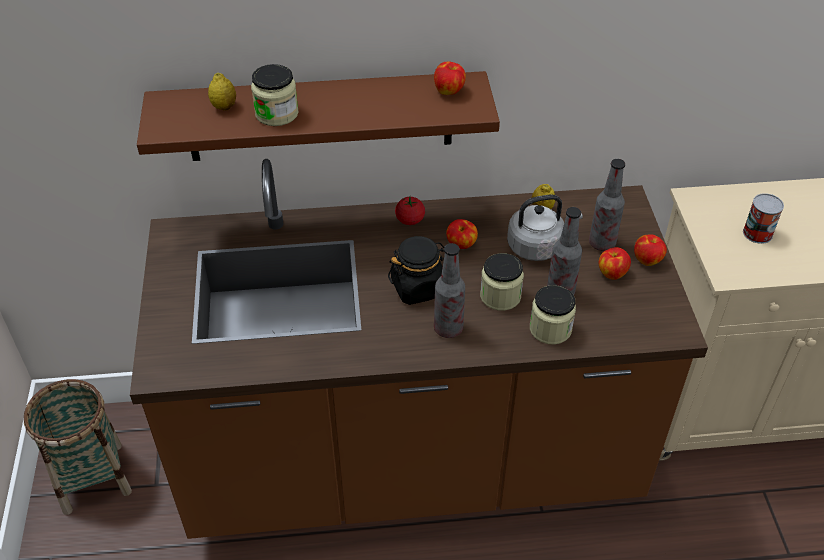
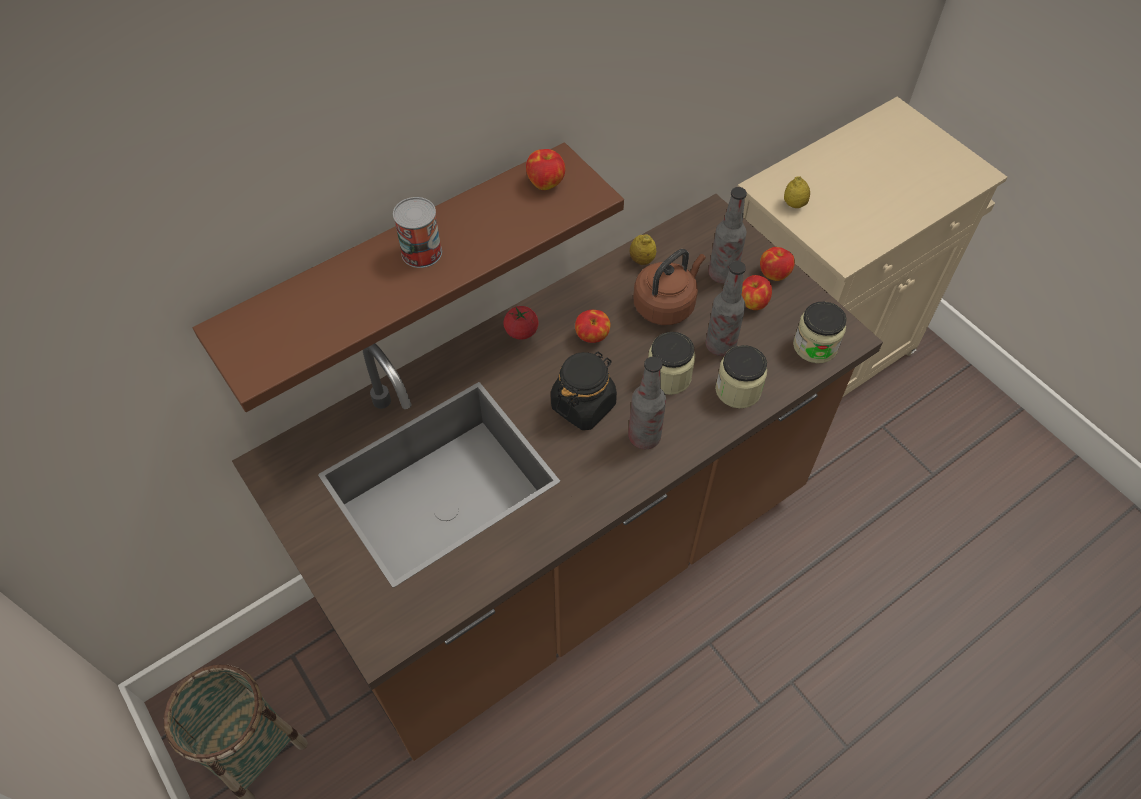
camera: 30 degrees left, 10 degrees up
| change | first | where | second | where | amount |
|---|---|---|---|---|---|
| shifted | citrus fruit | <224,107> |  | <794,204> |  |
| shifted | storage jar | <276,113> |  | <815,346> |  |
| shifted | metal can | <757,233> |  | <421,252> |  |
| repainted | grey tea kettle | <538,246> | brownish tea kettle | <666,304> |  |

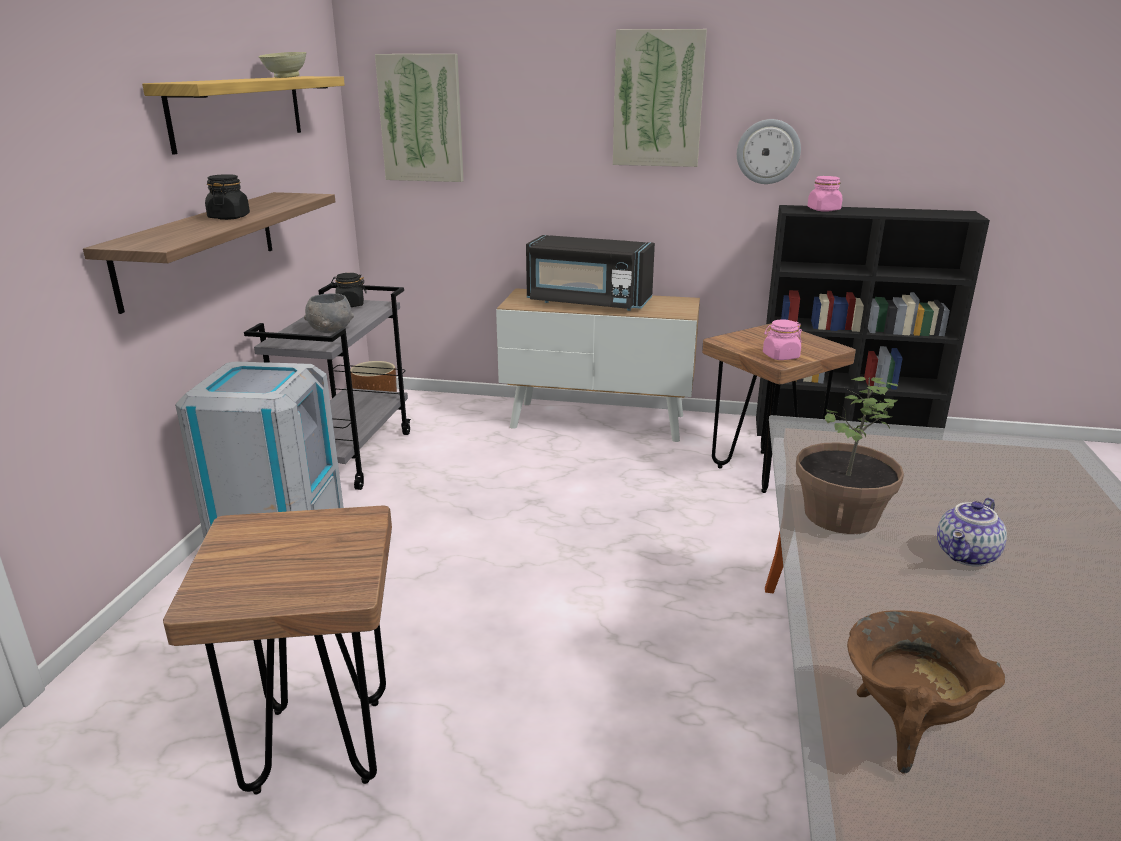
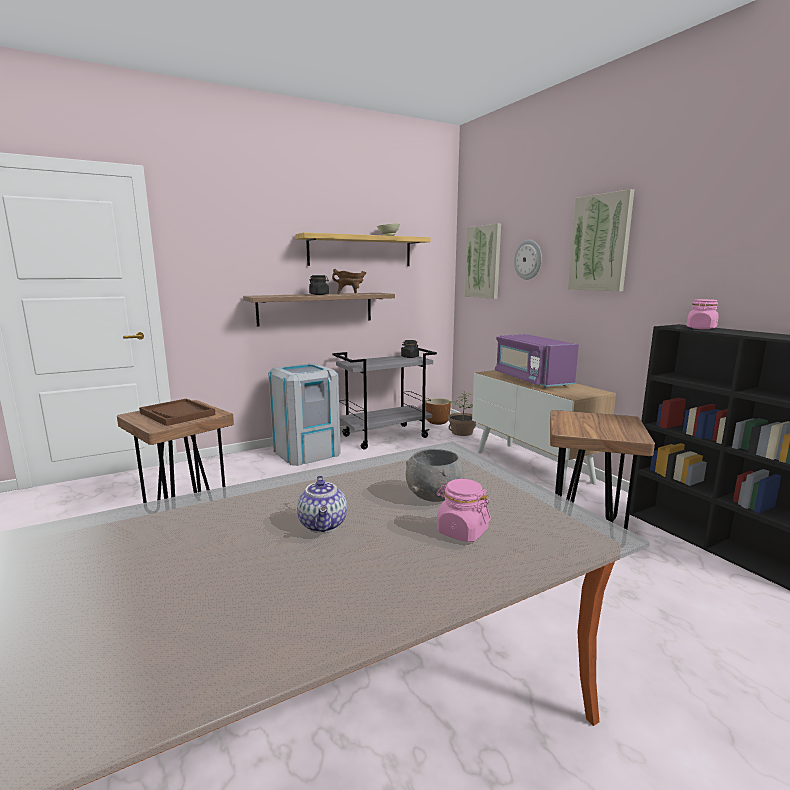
camera: 50 degrees right, 10 degrees down
| change | first | where | second | where | amount |
|---|---|---|---|---|---|
| new |  |  | brownish serving tray | <177,414> |  |
| shifted | grey deep dish | <330,330> |  | <433,496> |  |
| shifted | wall clock | <768,151> |  | <528,259> |  |
| shifted | pink storage jar | <780,356> |  | <462,531> |  |
| shifted | potted plant | <839,515> |  | <462,432> |  |
| shifted | brownish stockpot | <904,728> |  | <350,294> |  |
| repainted | blackish microwave oven | <588,302> | purplish microwave oven | <531,380> |  |
| rotated | tea pot | <967,556> |  | <324,525> | 105 degrees counterclockwise |

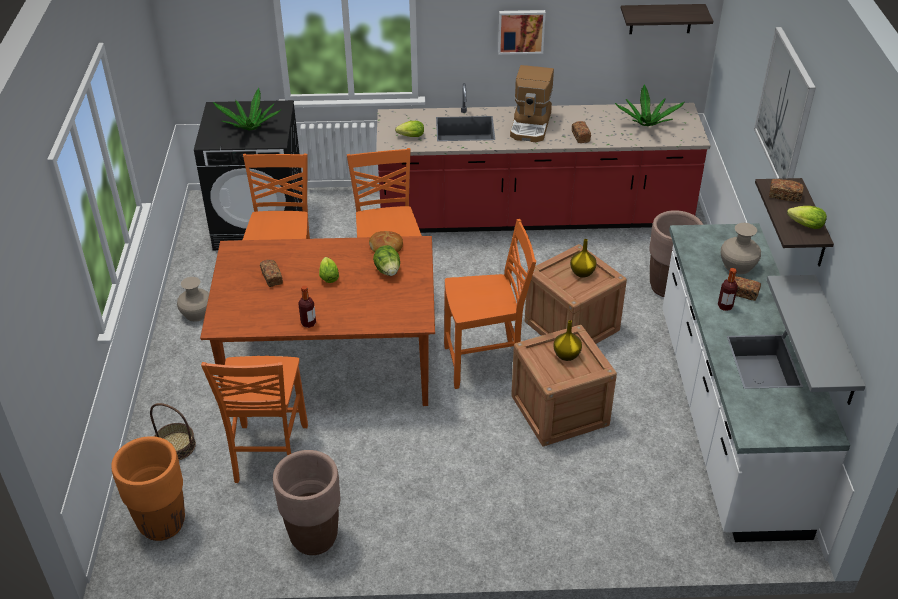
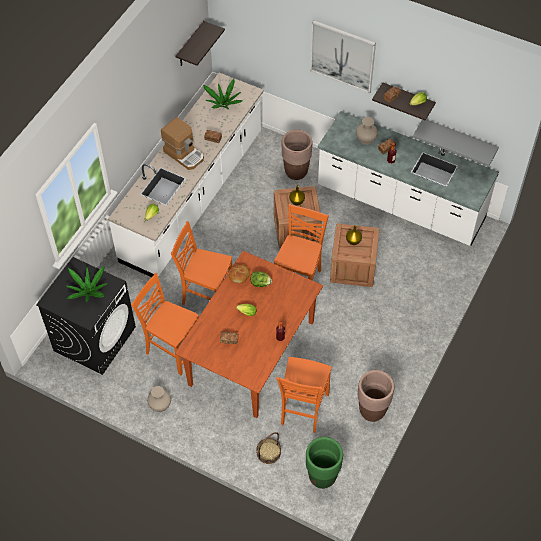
camera: 60 degrees left, 15 degrees up
| change | first | where | second | where | amount |
|---|---|---|---|---|---|
| gone | wall picture | <521,31> |  |  |  |
| repainted | orangey planter | <162,524> | greenish planter | <322,477> |  |
| repainted | red-coloured kitchen counter | <534,216> | white kitchen counter | <193,197> |  |
| rotated | orangey chair | <269,455> |  | <303,410> | 75 degrees clockwise |

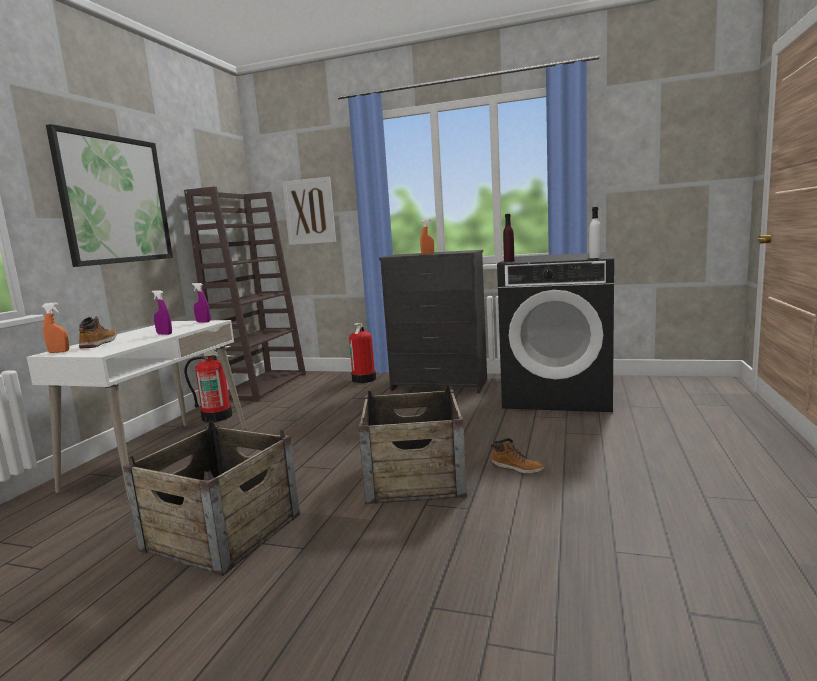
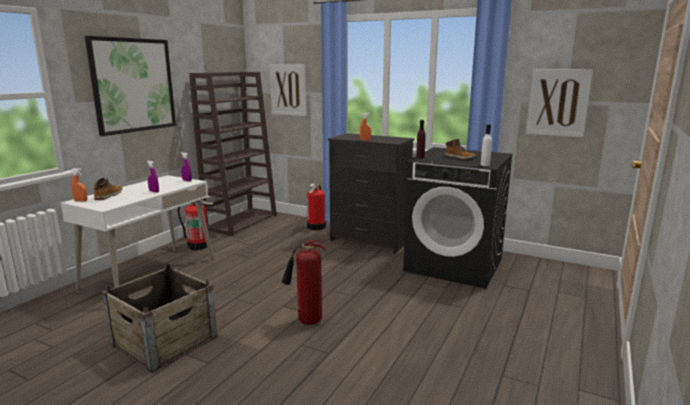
camera: 10 degrees right, 5 degrees up
| change | first | where | second | where | amount |
|---|---|---|---|---|---|
| new |  |  | wall picture | <557,102> |  |
| shifted | boot | <517,468> |  | <460,157> |  |
| swapped | crate | <415,478> | fire extinguisher | <306,321> |  |

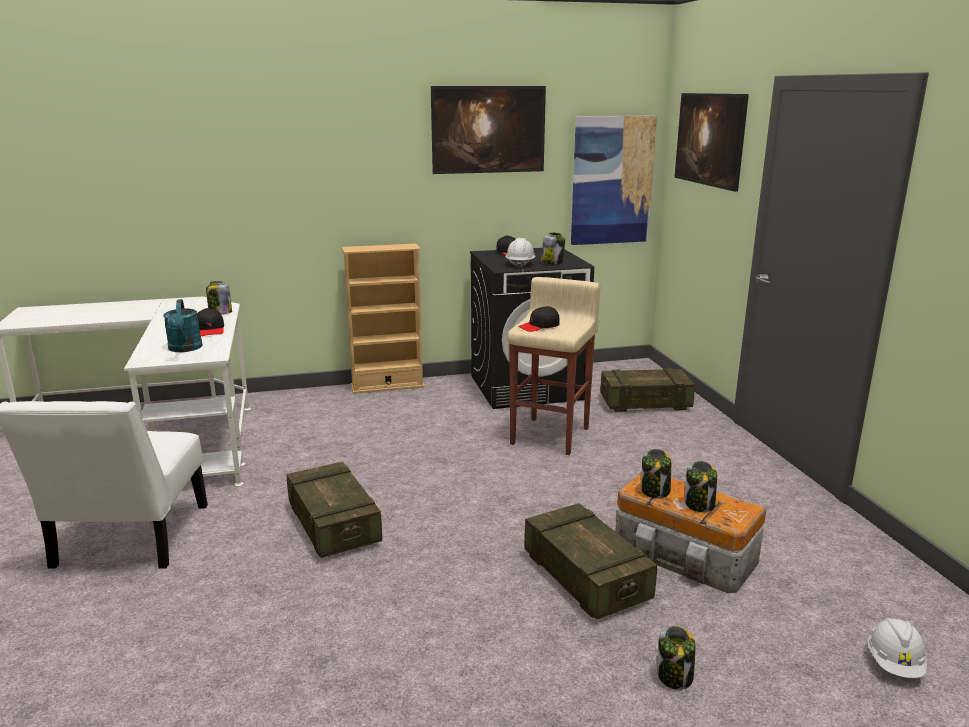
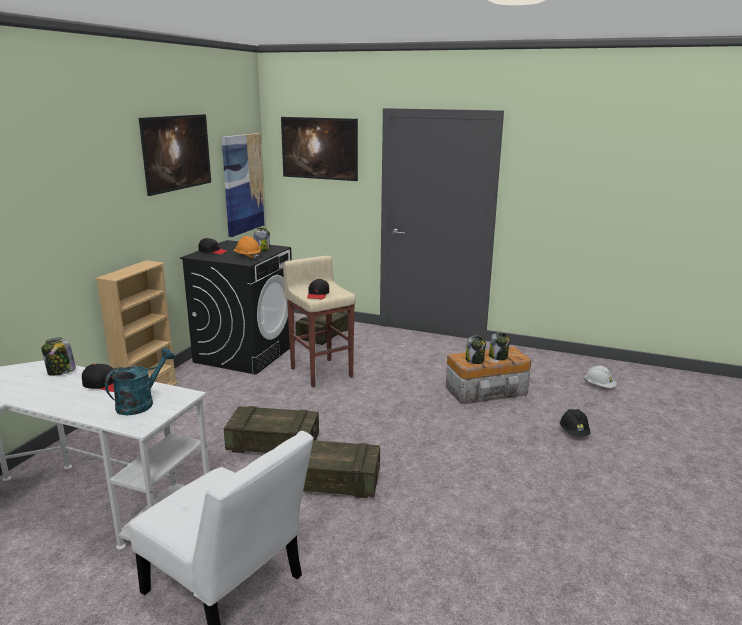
camera: 55 degrees left, 0 degrees up
| change | first | where | second | where | amount |
|---|---|---|---|---|---|
| shifted | crate | <586,577> |  | <273,444> |  |
| swapped | storage jar | <675,676> | blackish work helmet | <574,433> |  |
| repainted | white work helmet | <520,264> | orangey work helmet | <247,257> |  |
| rotated | turquoise-coloured sprinkling can | <185,349> |  | <140,403> | 75 degrees counterclockwise |

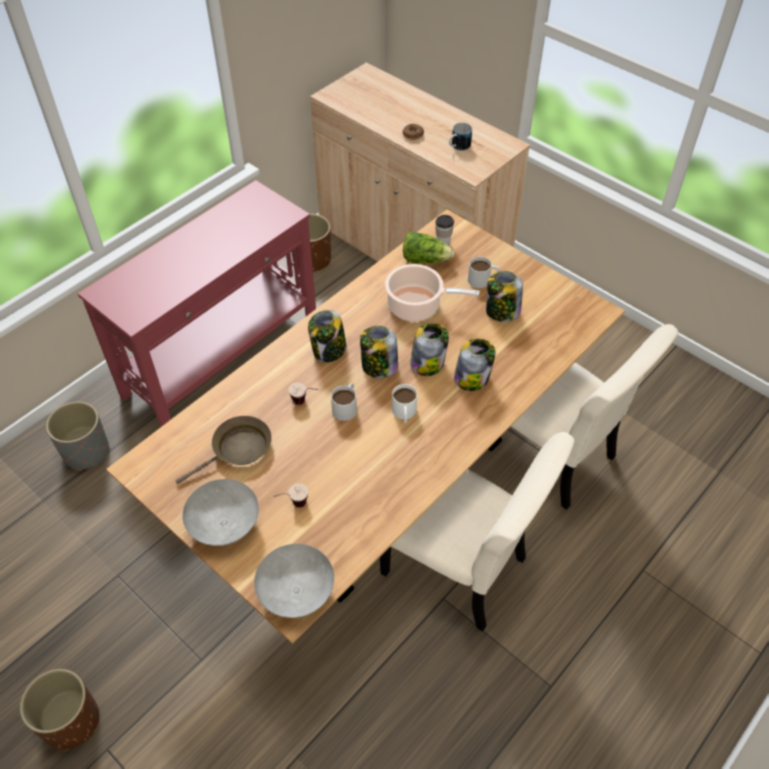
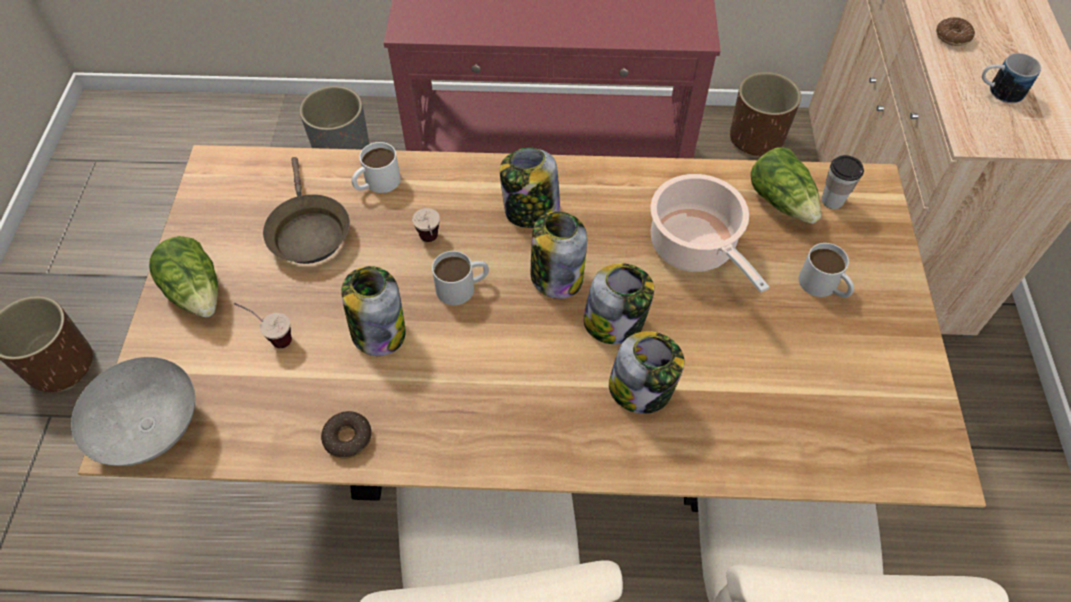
camera: 50 degrees right, 5 degrees up
| change | first | where | second | where | amount |
|---|---|---|---|---|---|
| new |  |  | ring doughnut | <348,438> |  |
| shifted | white mug | <404,413> |  | <376,183> |  |
| shifted | storage jar | <502,312> |  | <378,331> |  |
| swapped | grey deep dish | <224,524> | head of lettuce | <197,291> |  |
| rotated | brownish skillet | <238,450> |  | <308,232> | 60 degrees clockwise |

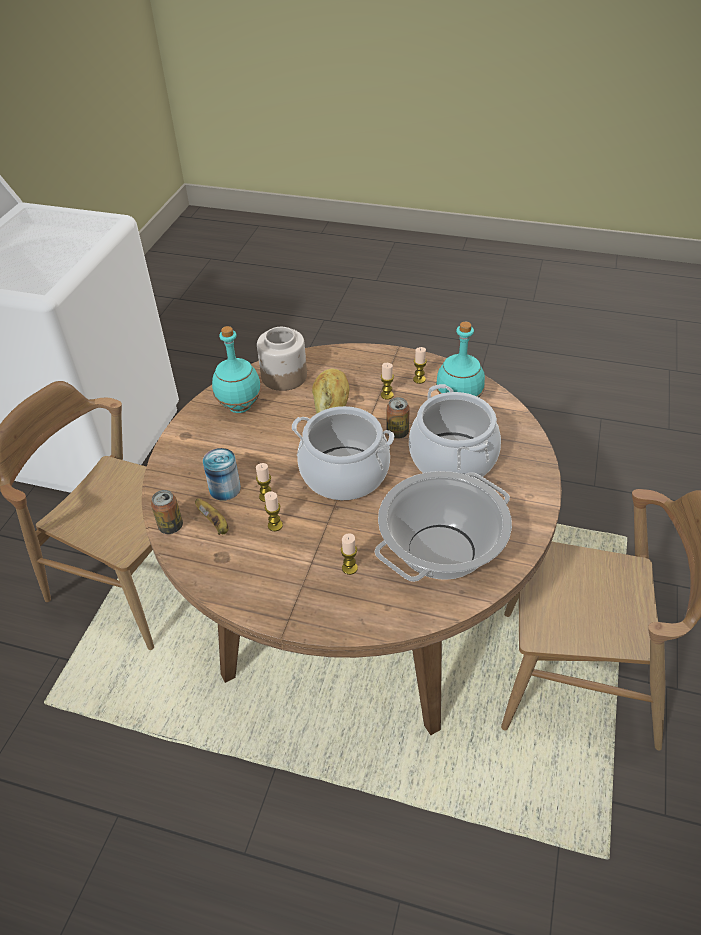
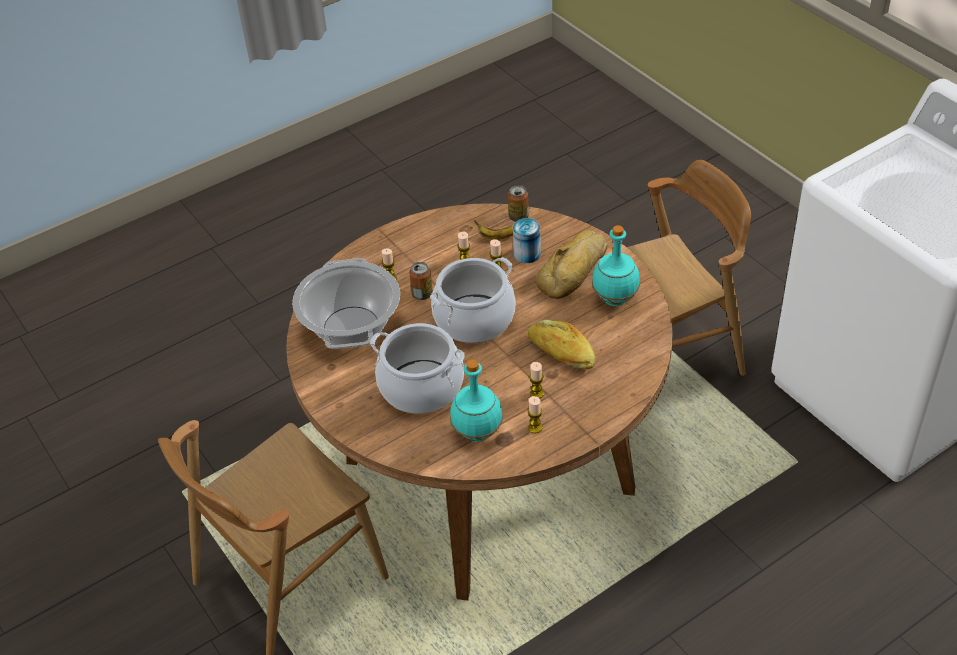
camera: 130 degrees right, 0 degrees up
| change | first | where | second | where | amount |
|---|---|---|---|---|---|
| gone | storage jar | <284,377> |  |  |  |
| new |  |  | baked bread | <575,271> |  |
| shifted | metal can | <397,432> |  | <422,294> |  |

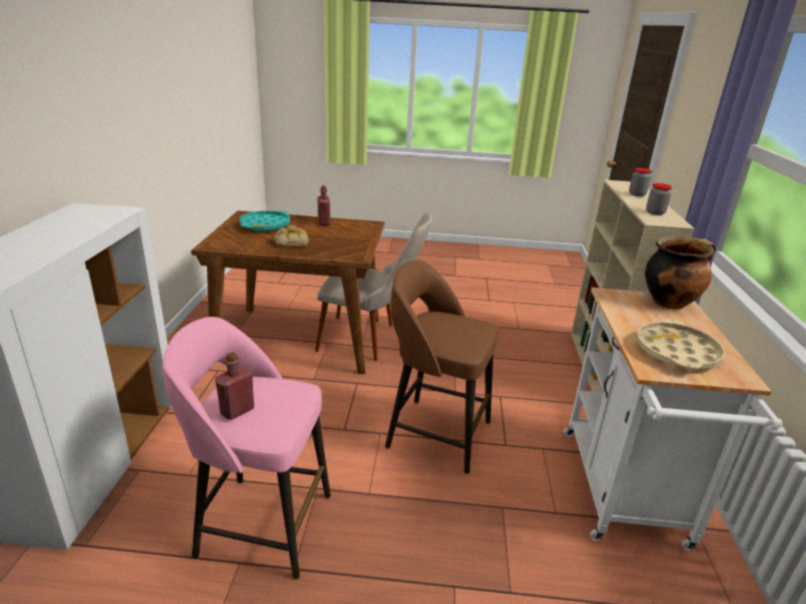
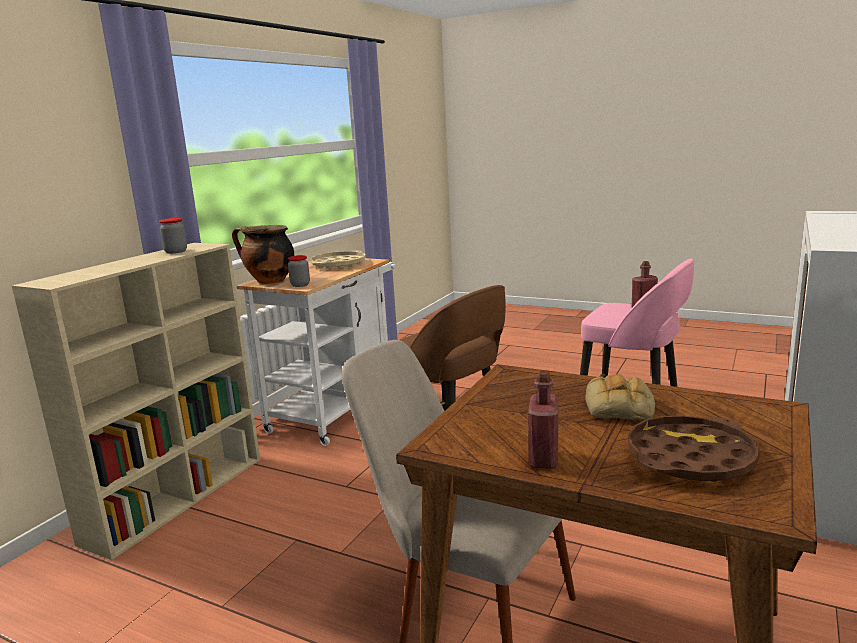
camera: 155 degrees left, 10 degrees down
| change | first | where | second | where | amount |
|---|---|---|---|---|---|
| shifted | storage jar | <637,194> |  | <300,285> |  |
| repainted | turquoise-coloured serving tray | <265,225> | brownish serving tray | <690,458> |  |

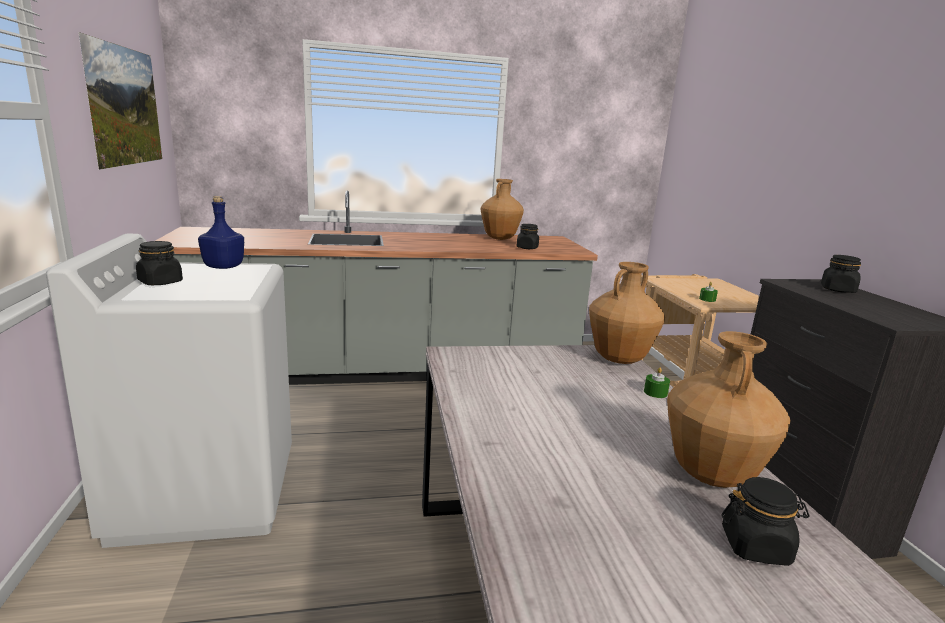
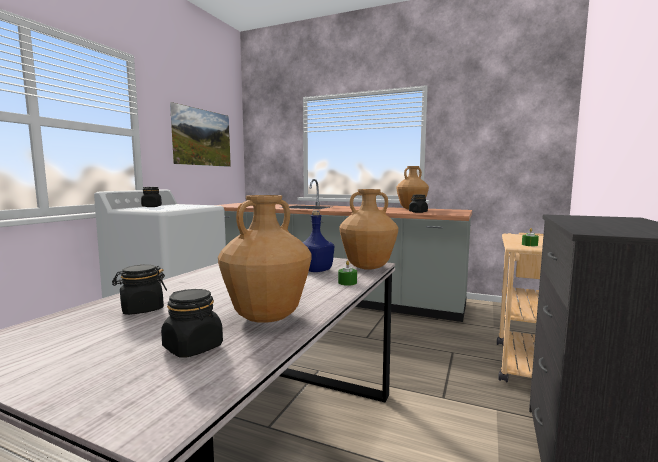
camera: 35 degrees right, 10 degrees down
| change | first | where | second | where | amount |
|---|---|---|---|---|---|
| shifted | bluish drink bottle | <223,267> |  | <315,270> |  |
| shifted | blackish storage jar | <837,290> |  | <142,309> |  |

